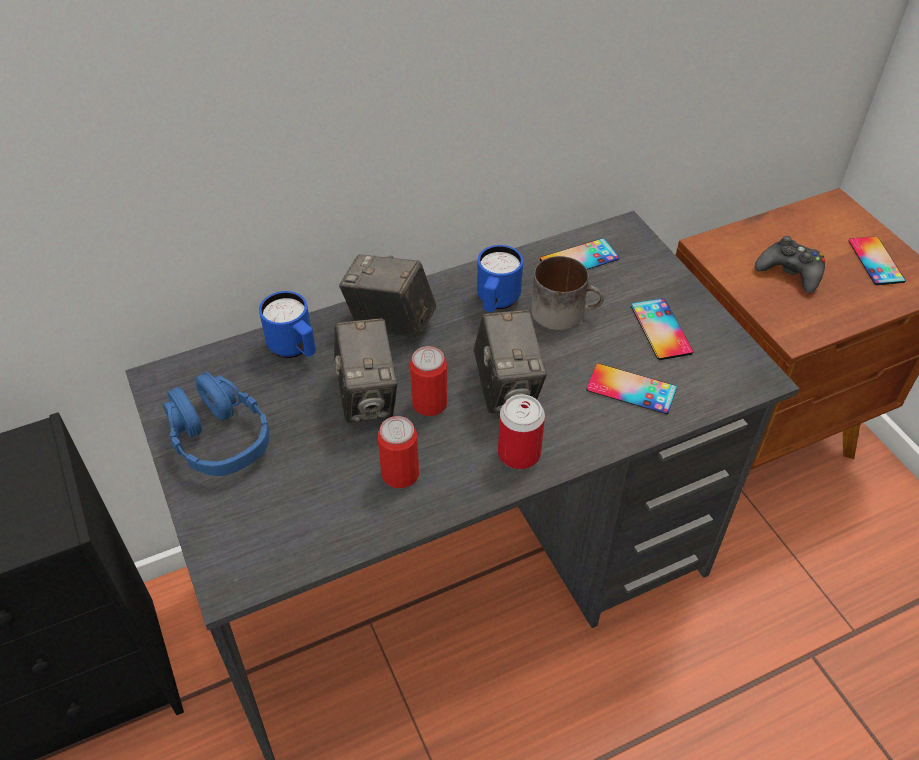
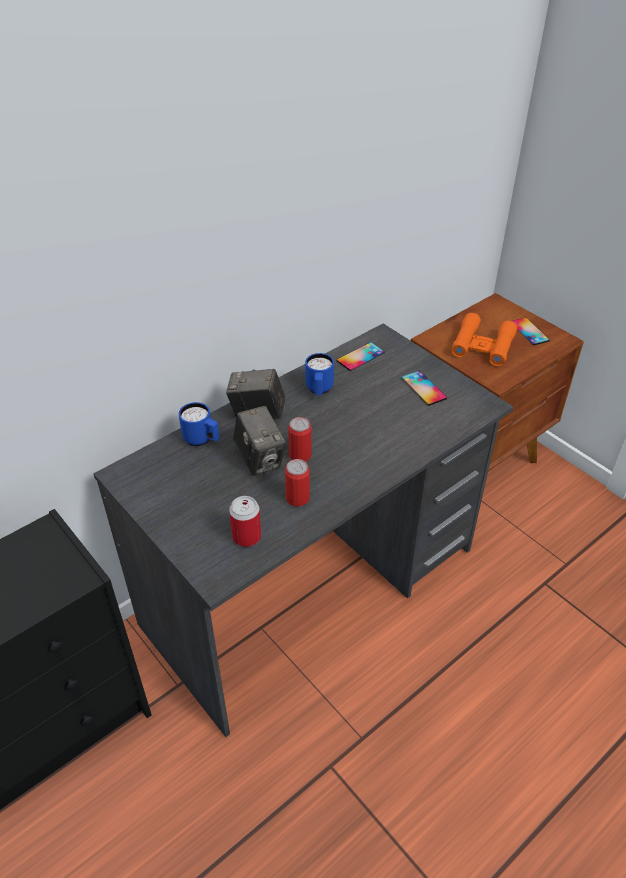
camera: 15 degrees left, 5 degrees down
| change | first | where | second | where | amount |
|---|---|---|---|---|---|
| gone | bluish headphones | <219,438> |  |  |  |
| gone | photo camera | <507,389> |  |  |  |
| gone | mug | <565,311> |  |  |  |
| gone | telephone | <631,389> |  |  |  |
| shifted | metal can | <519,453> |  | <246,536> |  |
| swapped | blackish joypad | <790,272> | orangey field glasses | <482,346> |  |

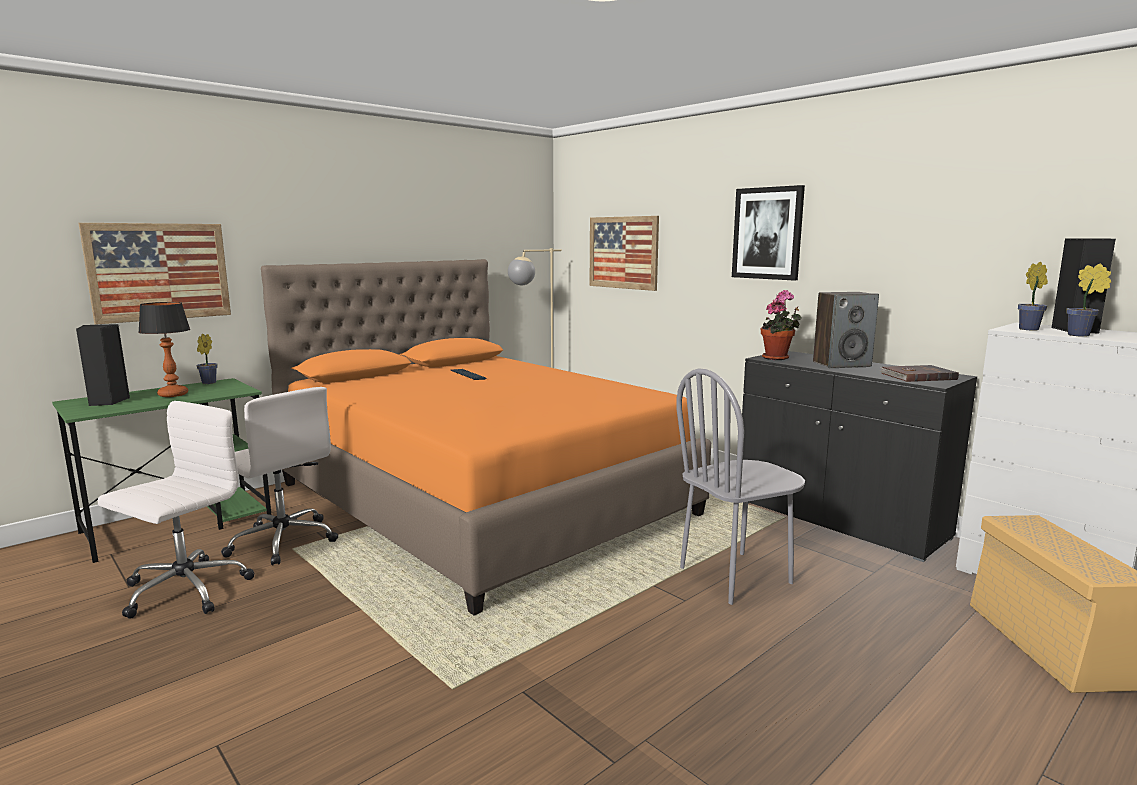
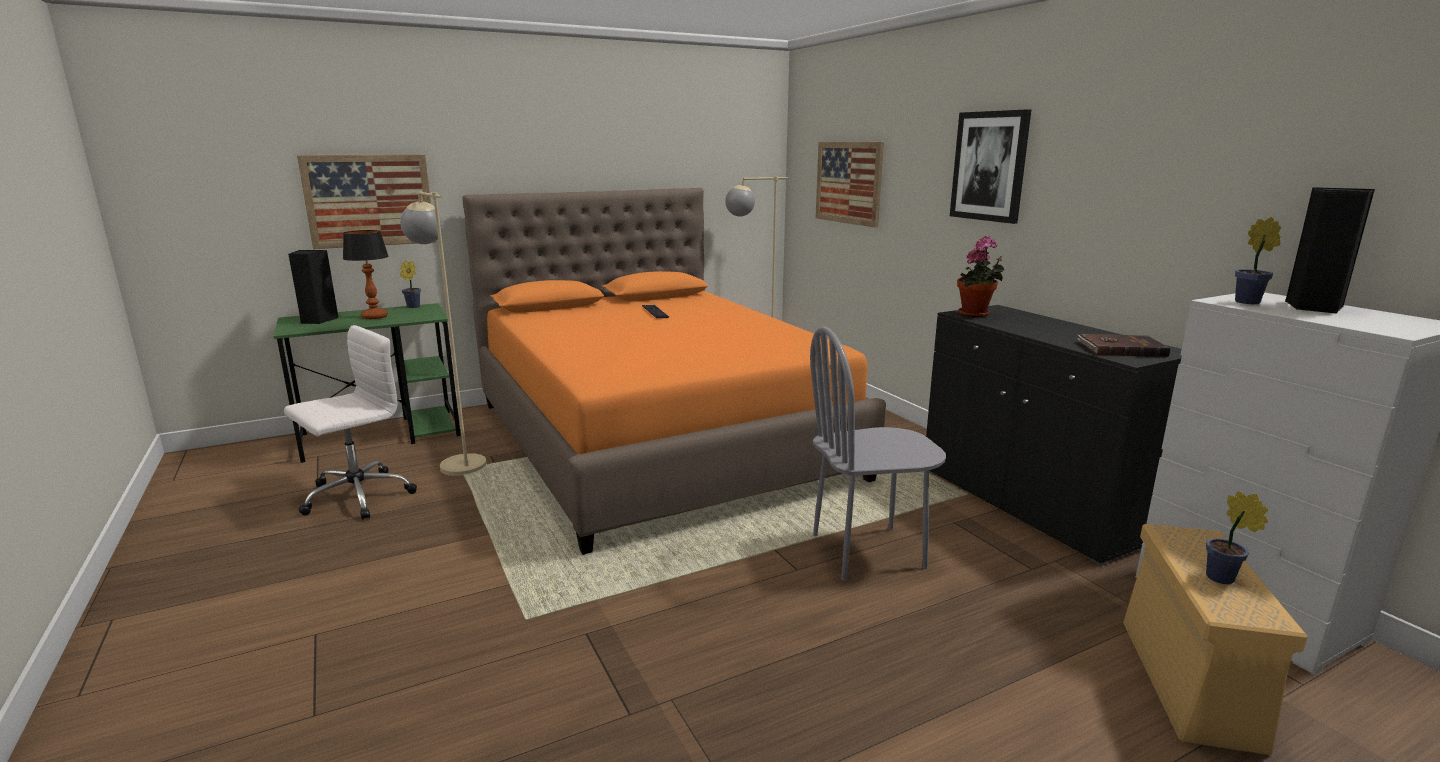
camera: 15 degrees right, 5 degrees up
| change | first | where | second | where | amount |
|---|---|---|---|---|---|
| gone | audio speaker | <841,364> |  |  |  |
| shifted | potted plant | <1081,335> |  | <1223,579> |  |
| swapped | white desk chair | <283,541> | beige standard lamp | <457,461> |  |

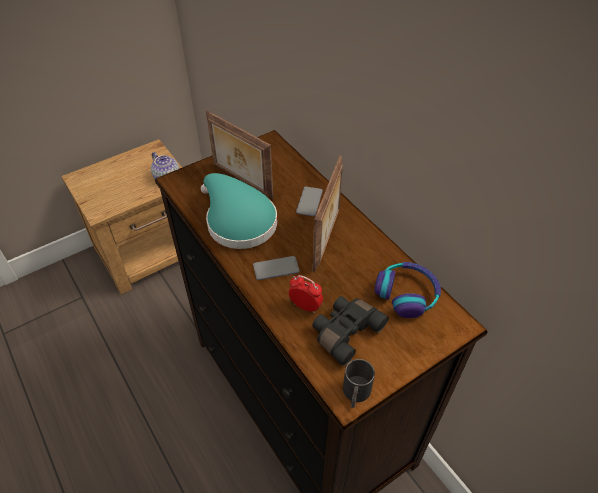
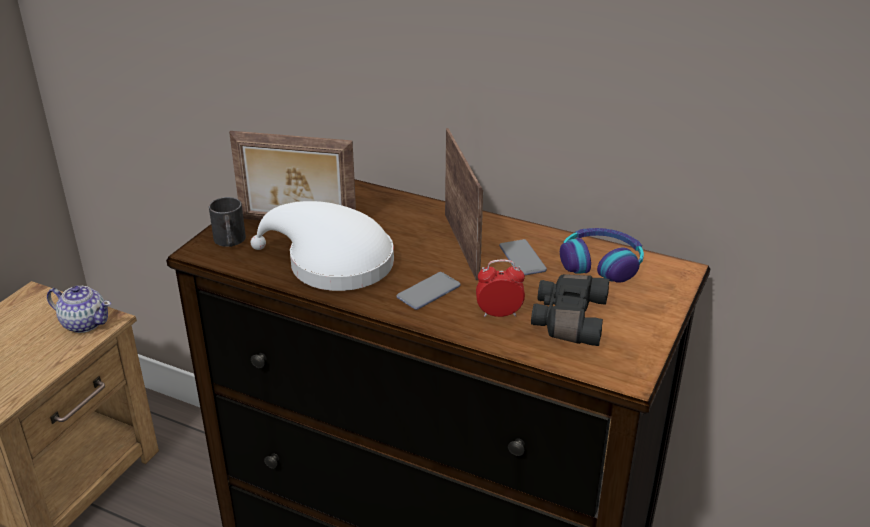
camera: 30 degrees left, 15 degrees down
| change | first | where | second | where | amount |
|---|---|---|---|---|---|
| shifted | telephone | <309,202> |  | <522,259> |  |
| shifted | blackish mug | <355,394> |  | <230,241> |  |
| repainted | turquoise-coloured clothing hat | <238,221> | white clothing hat | <332,263> |  |

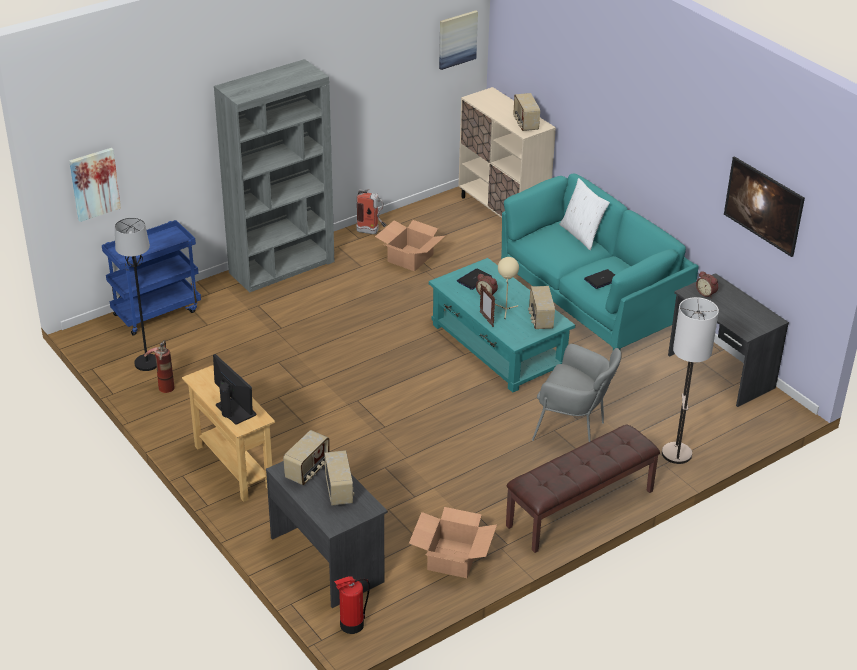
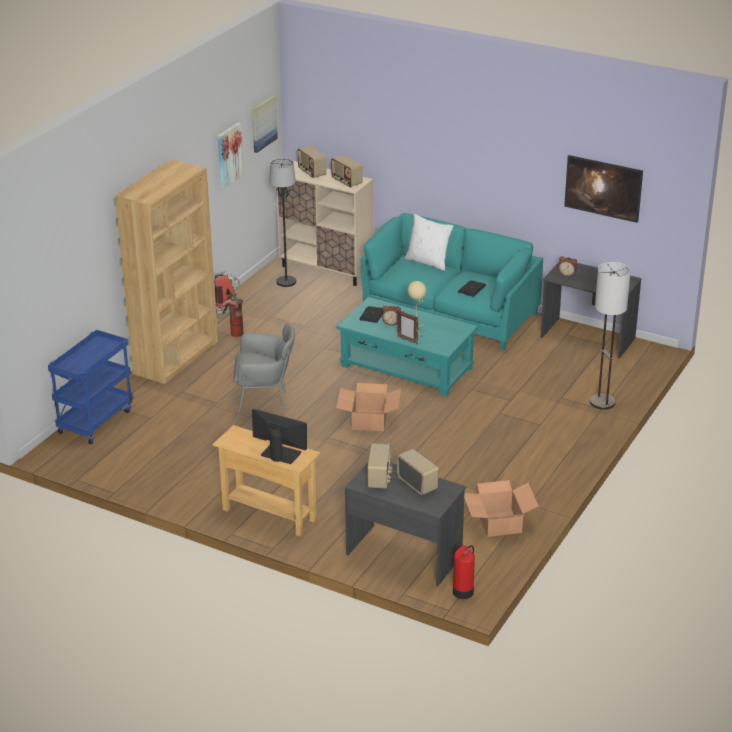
camera: 25 degrees left, 5 degrees down
| change | first | where | second | where | amount |
|---|---|---|---|---|---|
| gone | brownish long seat | <580,509> |  |  |  |
| shifted | wall picture | <94,184> |  | <229,155> |  |
| shifted | blackish standard lamp | <147,363> |  | <286,282> |  |
| shifted | fire extinguisher | <164,384> |  | <233,332> |  |
| shifted | carton | <410,258> |  | <369,420> |  |
| shifted | radio | <540,319> |  | <311,172> |  |
| shifted | grey easy chair | <573,428> |  | <264,403> |  |
| repainted | grey shelving unit | <282,267> | brownish shelving unit | <176,357> |  |

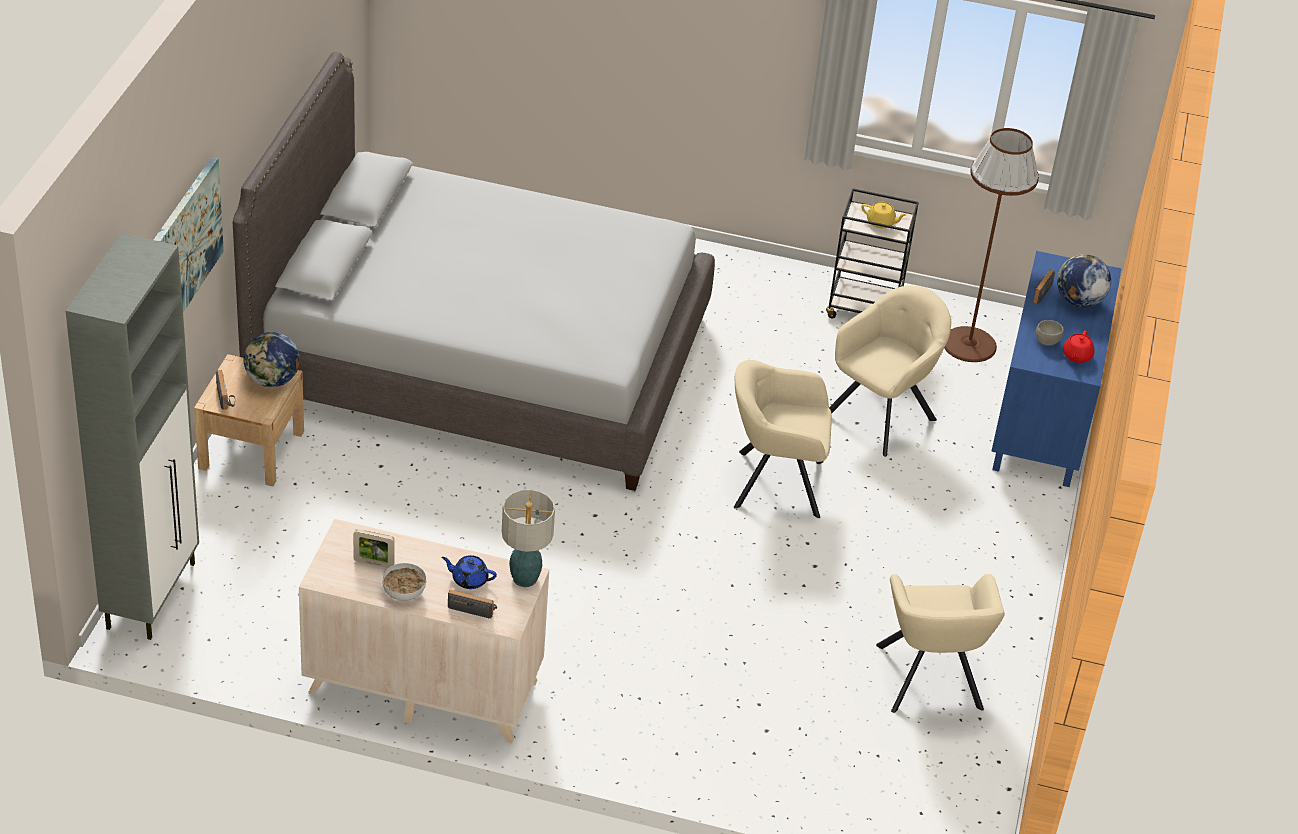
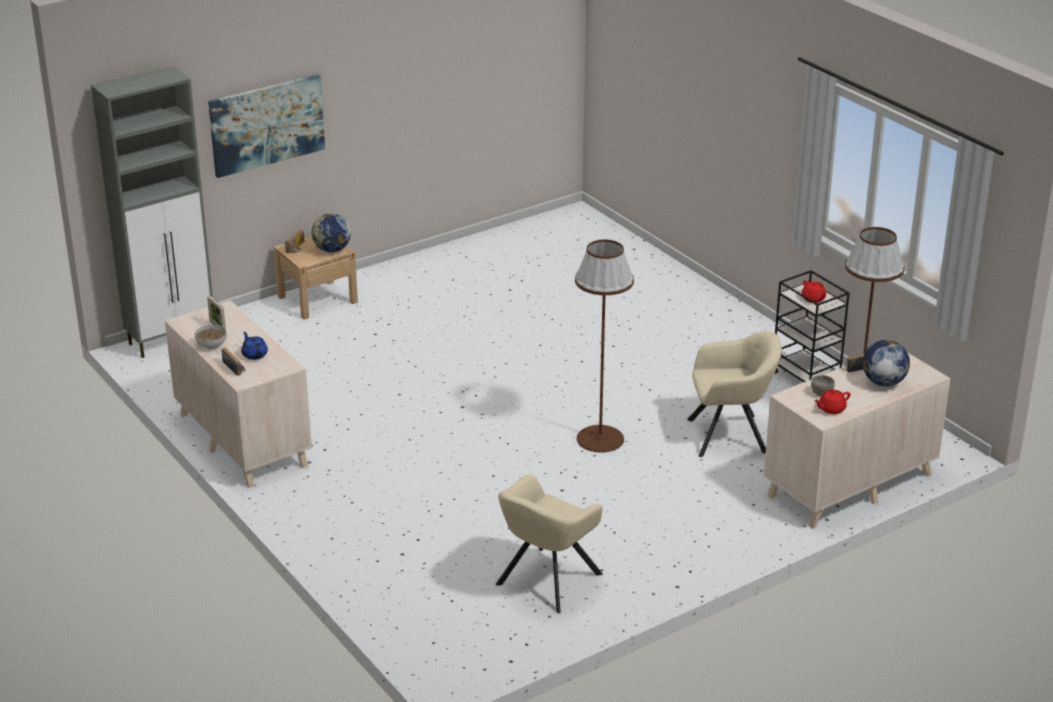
camera: 45 degrees right, 10 degrees down
| change | first | where | second | where | amount |
|---|---|---|---|---|---|
| gone | grey bedroom bed | <480,358> |  |  |  |
| gone | table lamp | <525,578> |  |  |  |
| swapped | beige easy chair | <773,483> | brownish standard lamp | <600,438> |  |
| repainted | yellow tea pot | <881,223> | red-coloured tea pot | <813,299> |  |
| repainted | bluish chest of drawers | <1042,420> | beige chest of drawers | <849,485> |  |

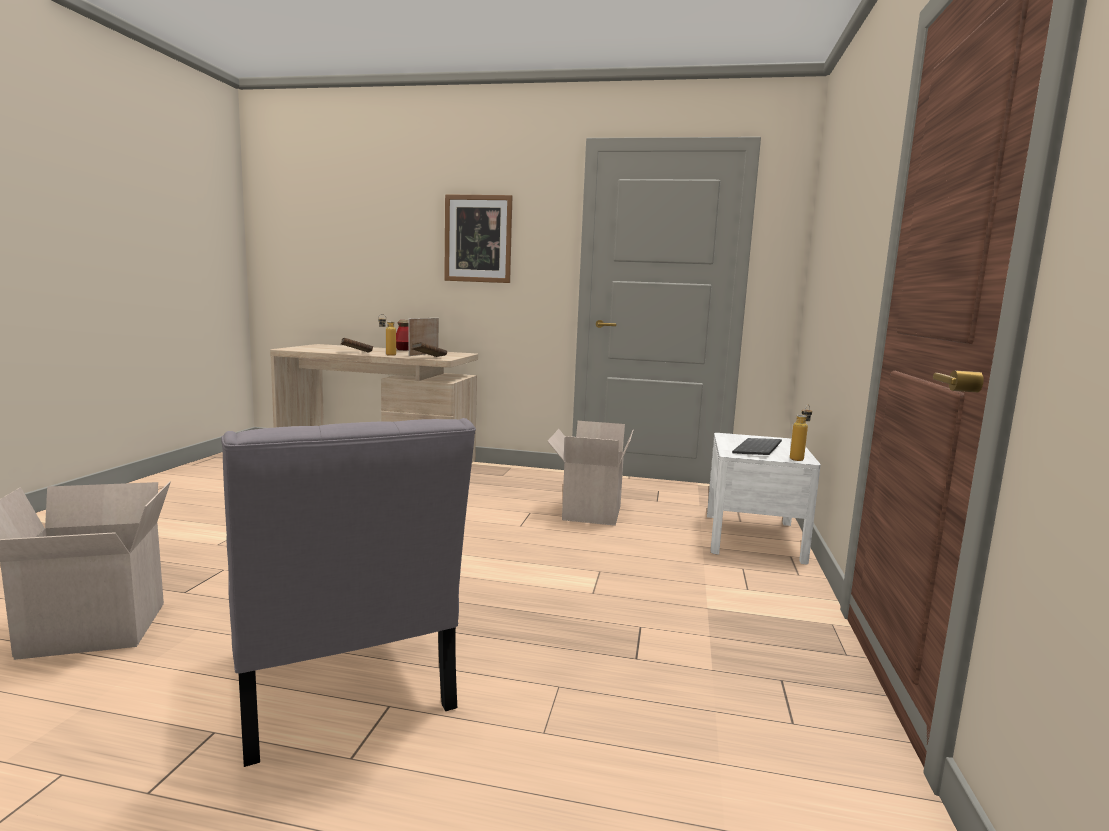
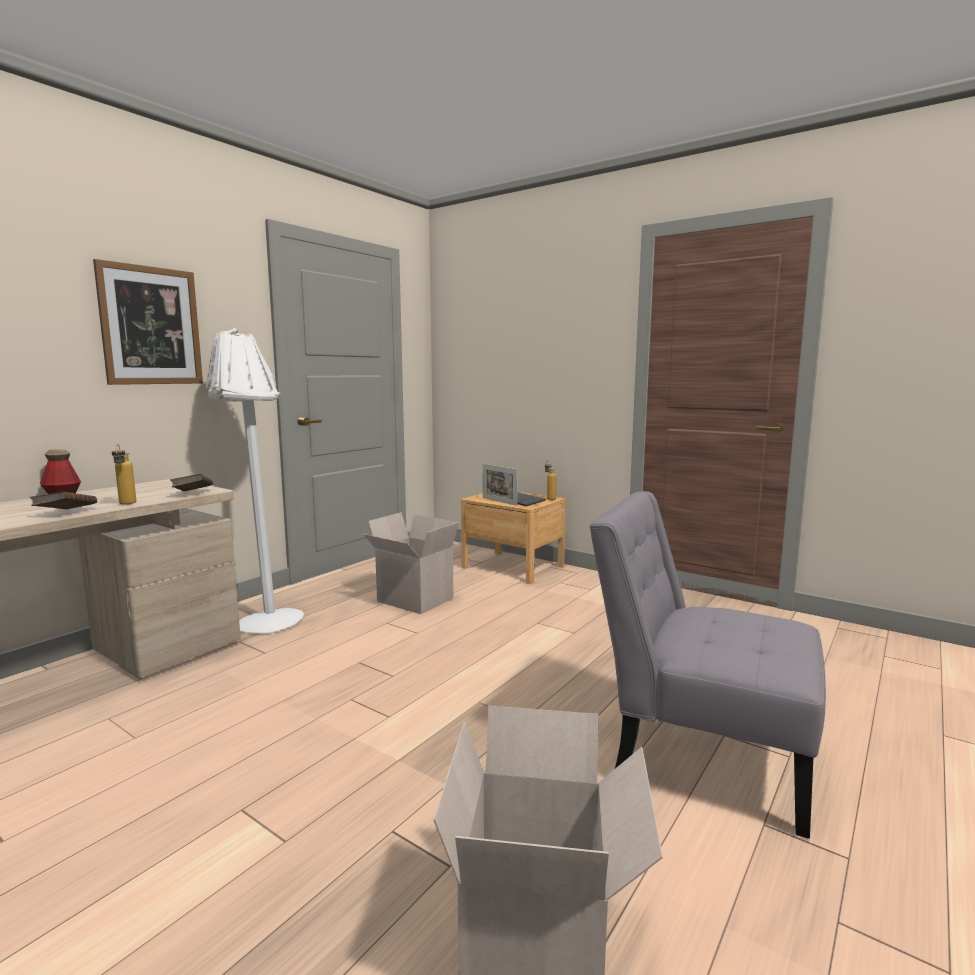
camera: 65 degrees left, 0 degrees up
| change | first | where | second | where | amount |
|---|---|---|---|---|---|
| new |  |  | white standard lamp | <263,618> |  |
| shifted | photo frame | <424,354> |  | <499,501> |  |
| repainted | white nightstand | <753,537> | brownish nightstand | <512,567> |  |
| rotated | grey chair | <342,688> |  | <700,754> | 150 degrees counterclockwise |

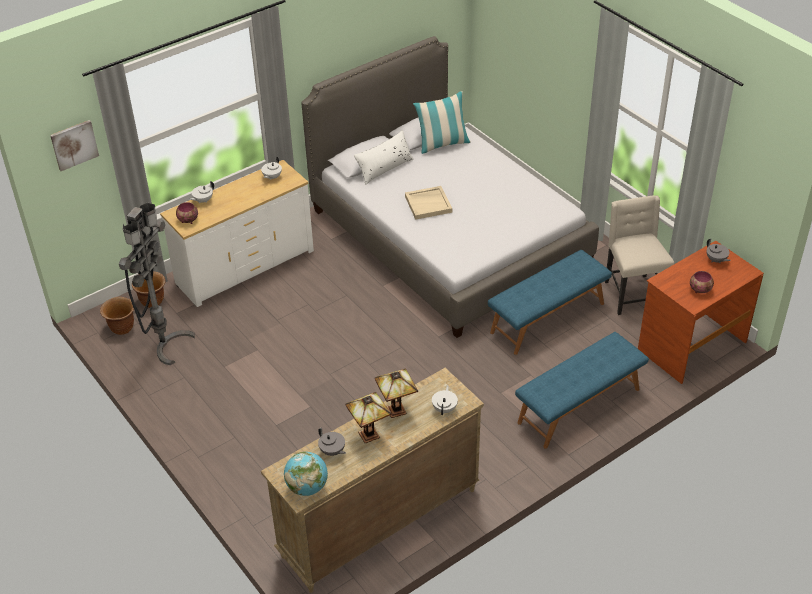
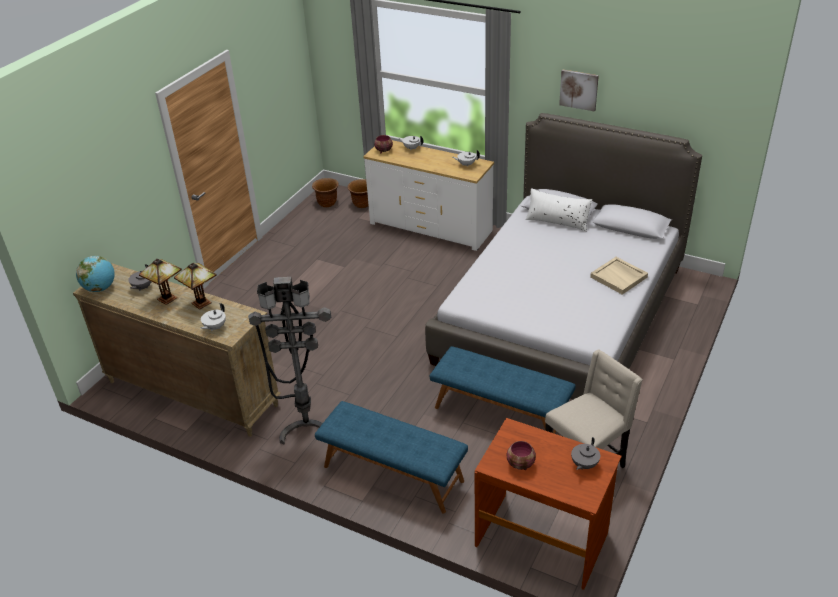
camera: 65 degrees right, 5 degrees down
| change | first | where | second | where | amount |
|---|---|---|---|---|---|
| gone | cushion | <442,144> |  |  |  |
| shifted | wall picture | <74,144> |  | <579,89> |  |
| shifted | grey standard lamp | <166,344> |  | <306,426> |  |
| shifted | beige serving tray | <428,204> |  | <619,277> |  |
| rotated | white tea pot | <445,408> |  | <215,327> | 135 degrees clockwise |

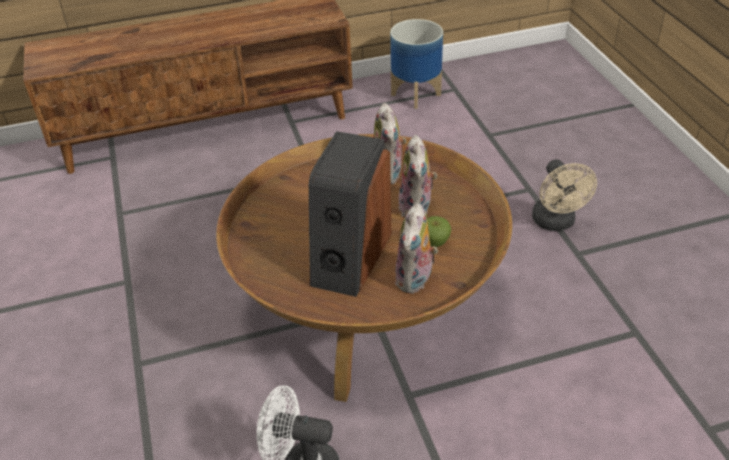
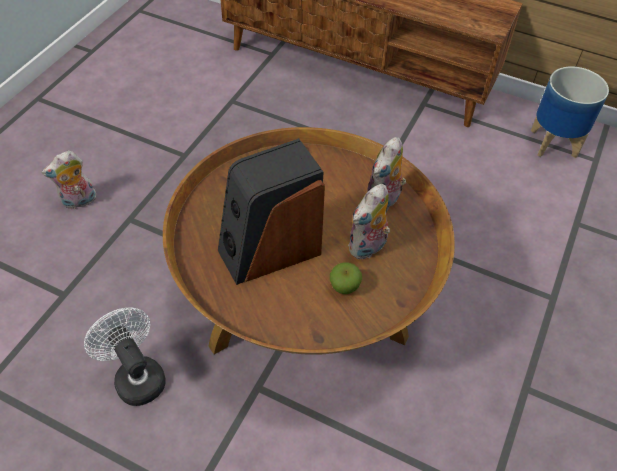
camera: 40 degrees right, 10 degrees up
| change | first | where | second | where | amount |
|---|---|---|---|---|---|
| gone | beige electric fan | <556,223> |  |  |  |
| shifted | cuddly toy | <416,280> |  | <79,202> |  |

